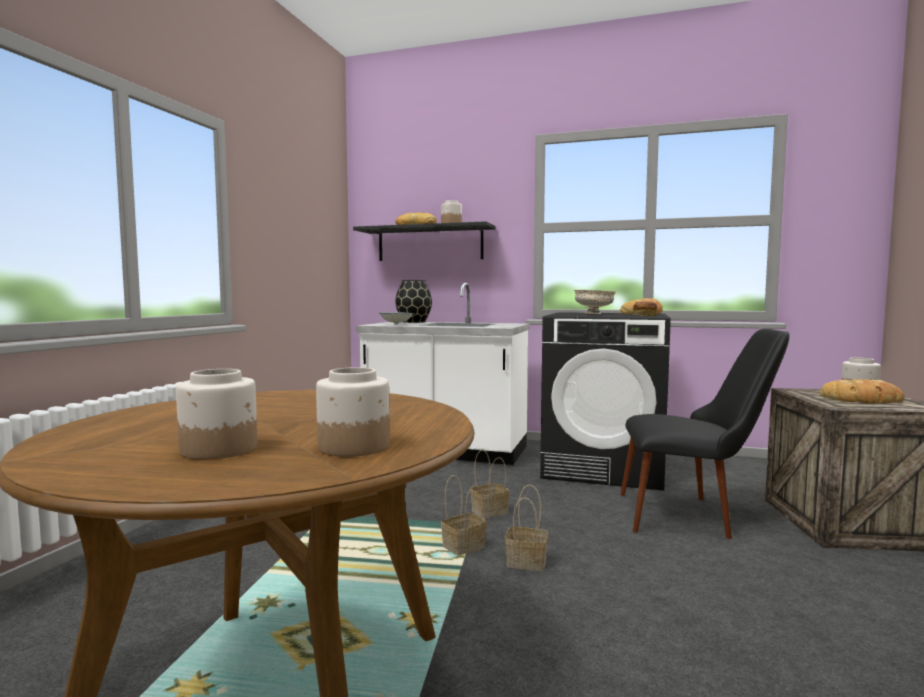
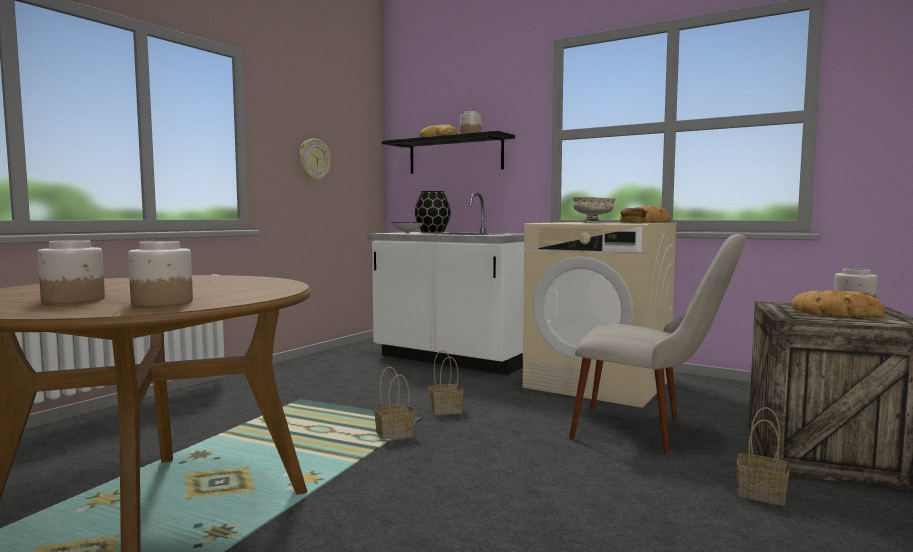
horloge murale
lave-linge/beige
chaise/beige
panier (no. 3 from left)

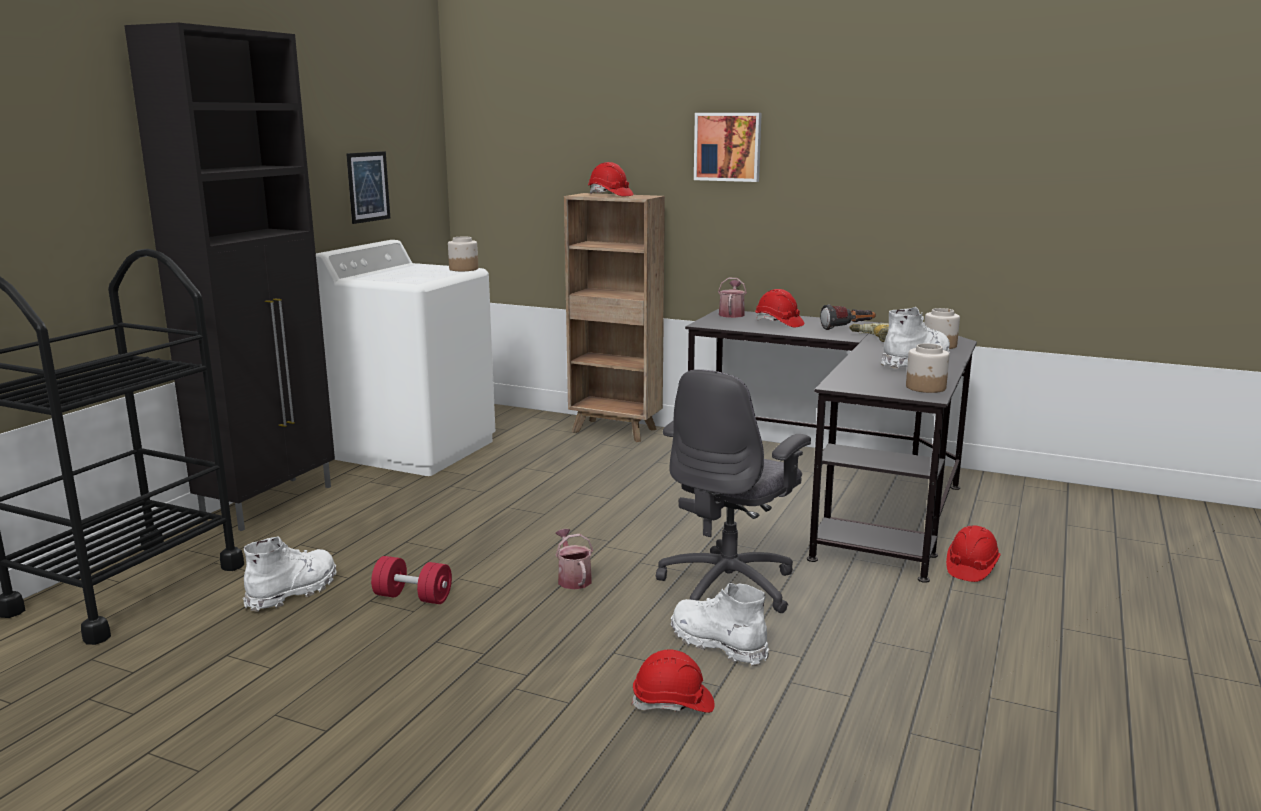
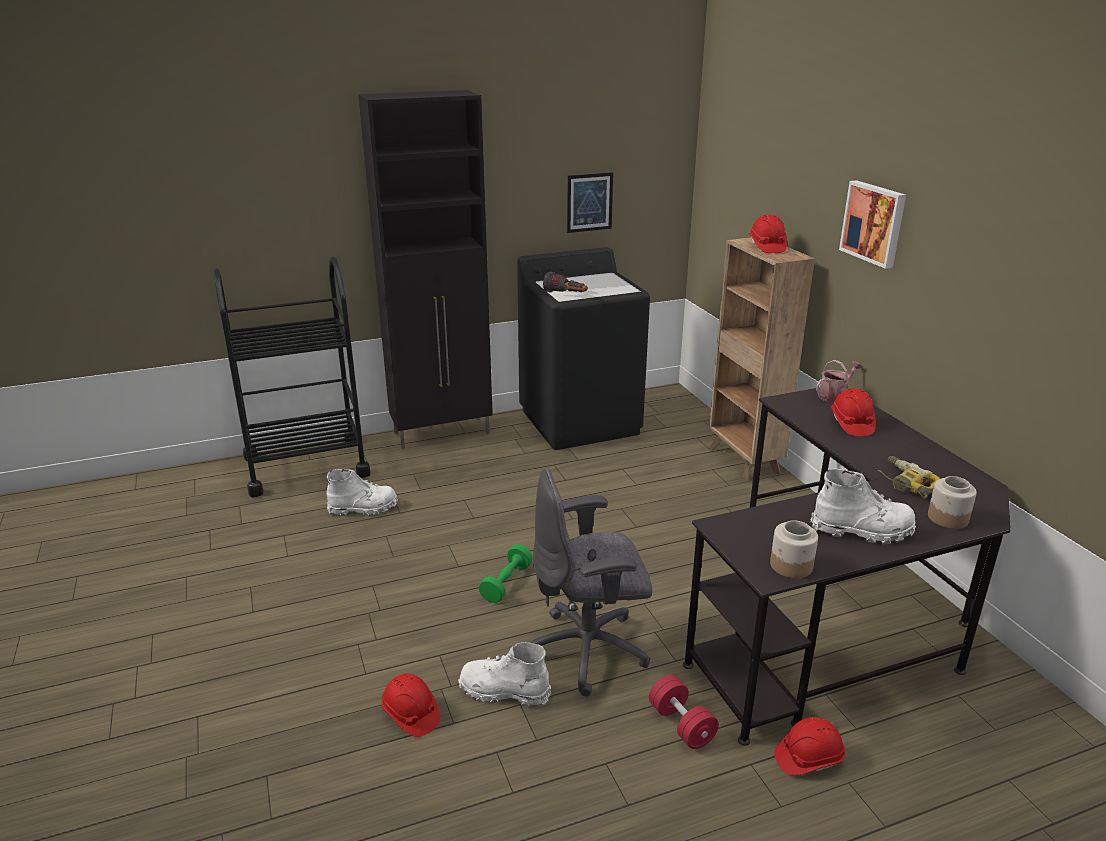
botte/blanc (no. 2 from left)
haltère/vert
lave-linge/noir
lampe de poche
haltère/rouge
bocal (no. 1 from left in the first image)

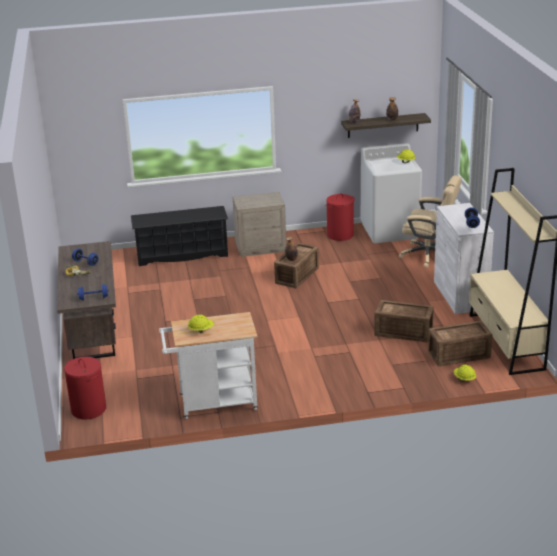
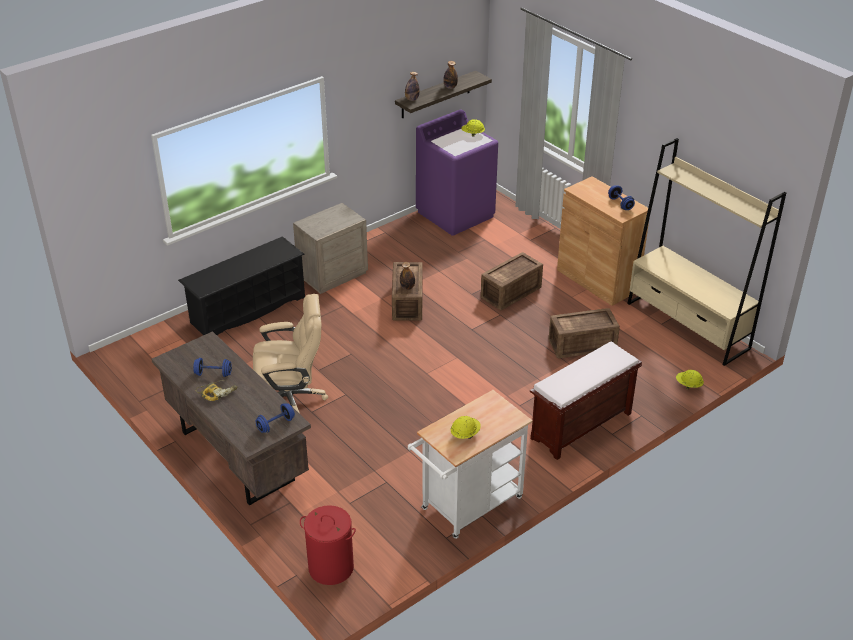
chaise de bureau/beige
lave-linge/violet
caisse (no. 2 from left)
banc/marron
meuble de rangement/marron
panier à linge/rouge (no. 2 from left in the first image)

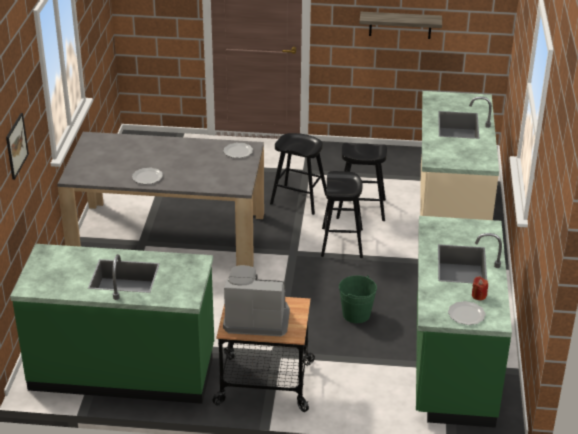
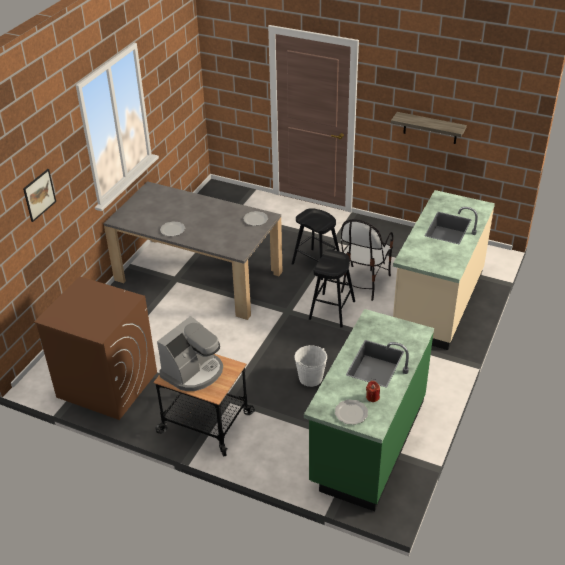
lave-linge/marron
machine à café
seau/blanc
chaise

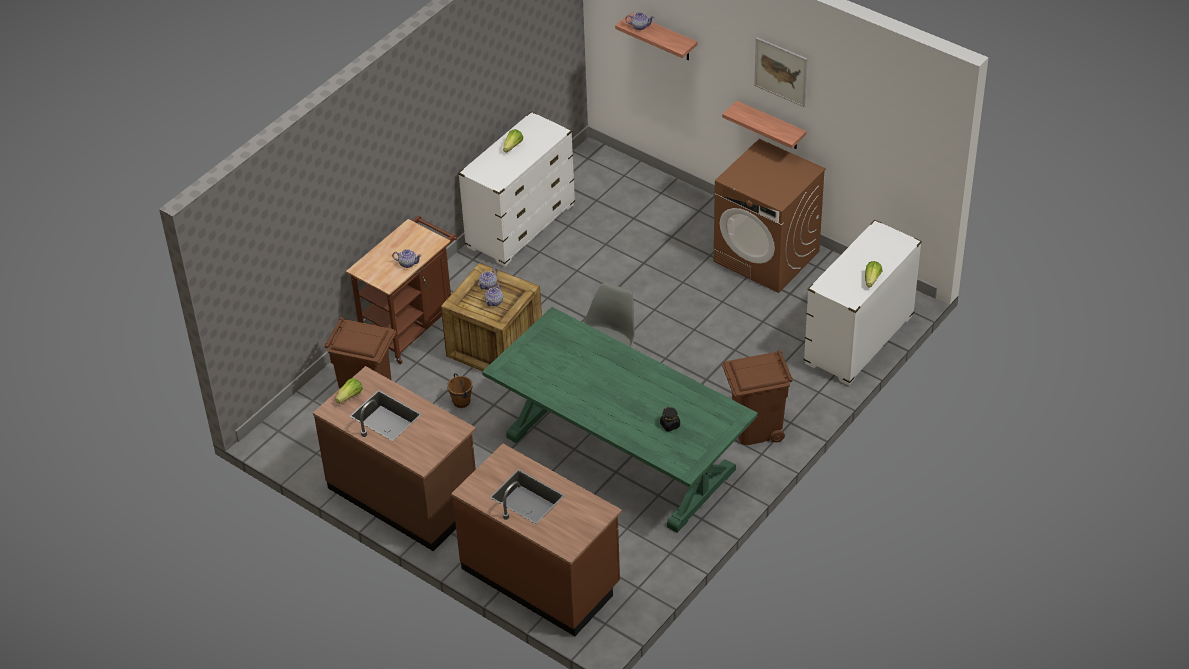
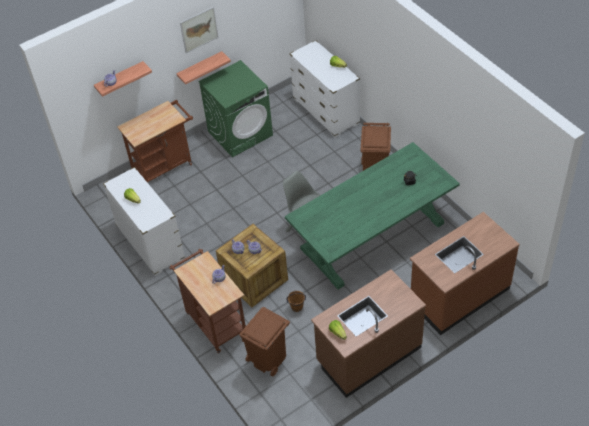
chariot/marron (no. 1 from left)
lave-linge/vert

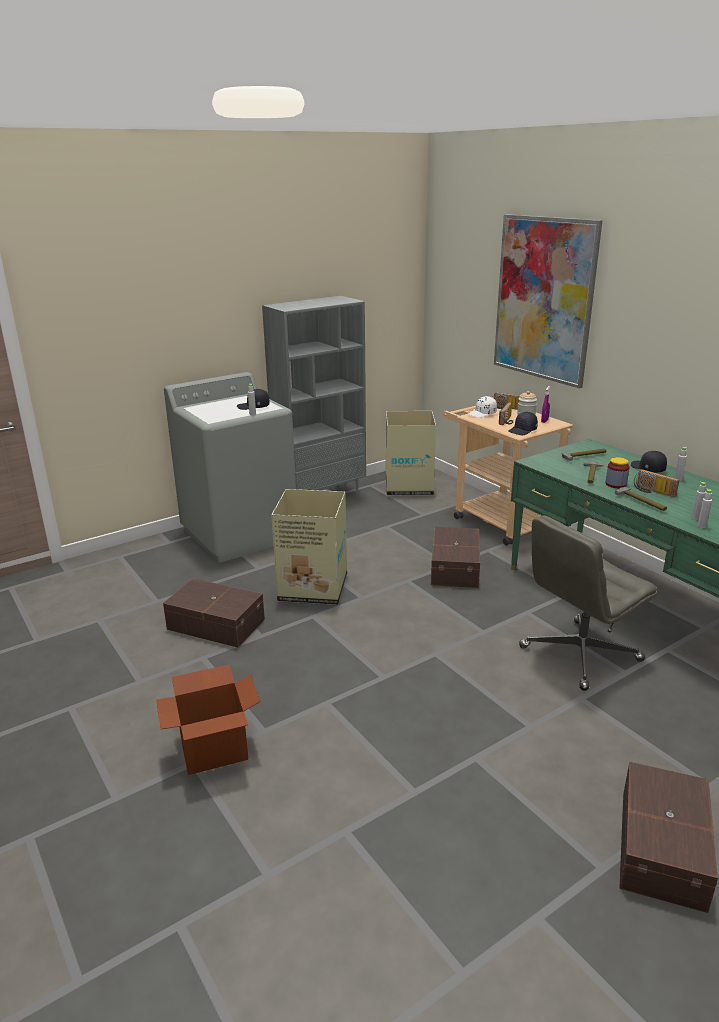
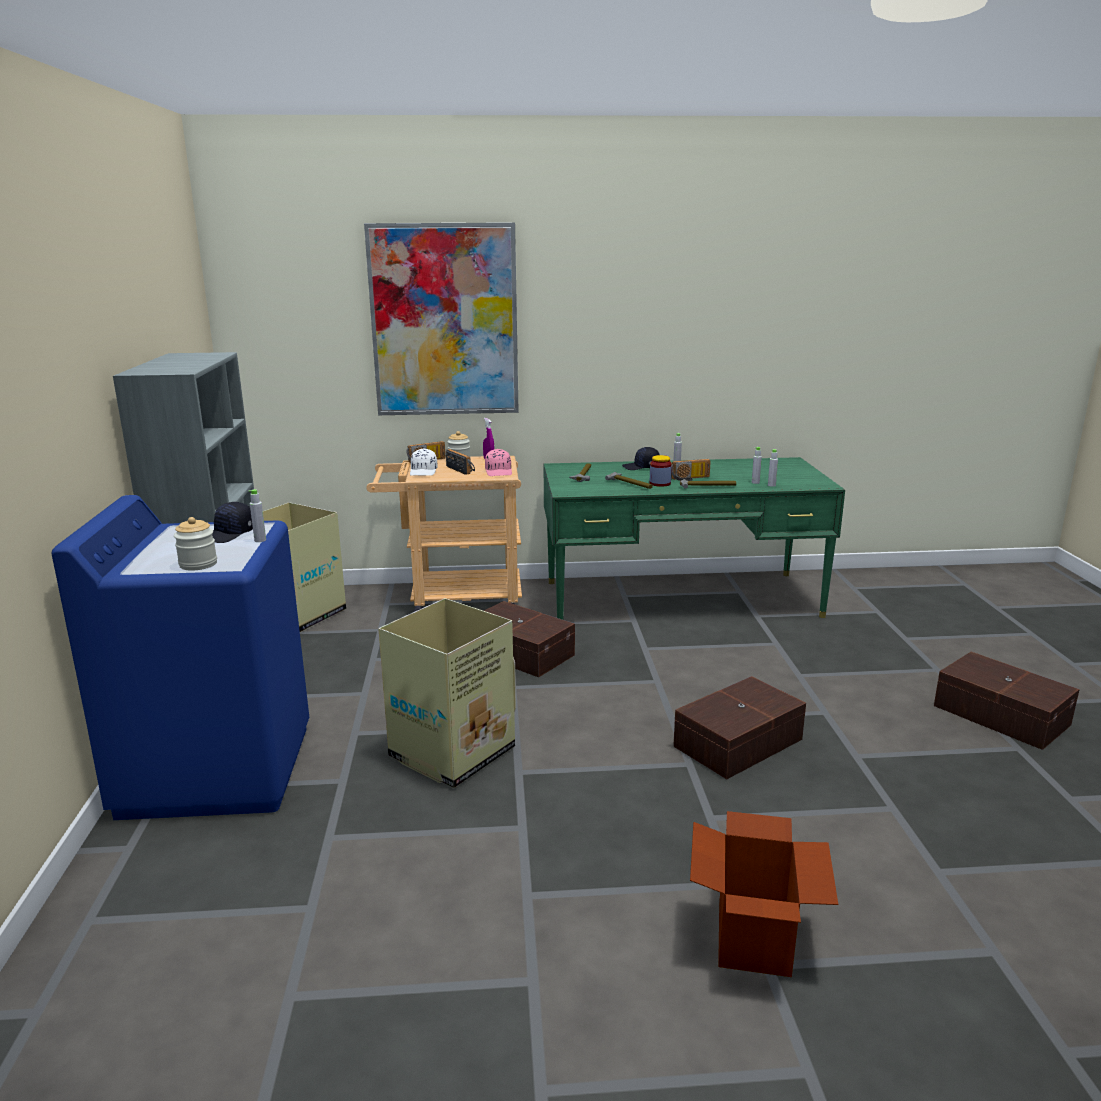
lave-linge/bleu
bocal (no. 1 from left)
casquette/rose
boîte de rangement/marron (no. 2 from left)
chaise de bureau/gris

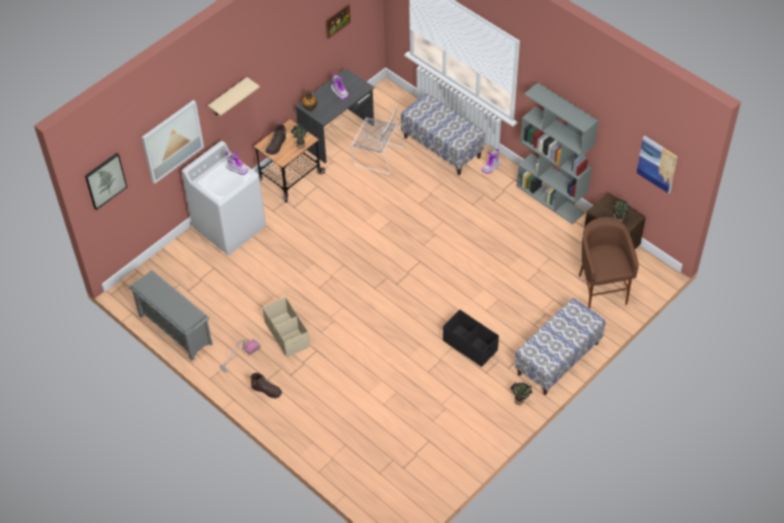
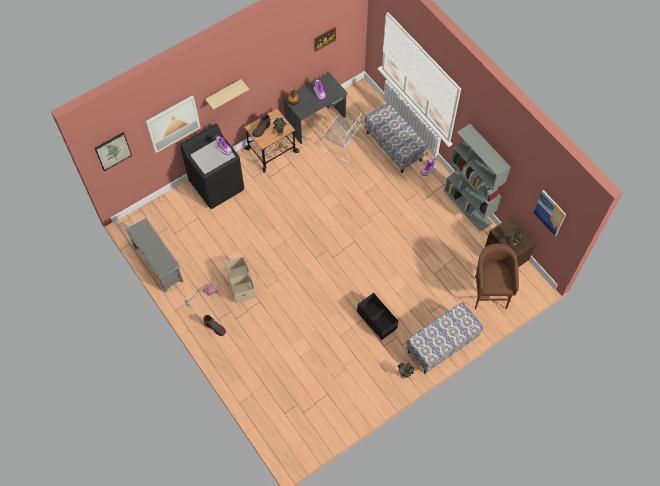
lave-linge/noir

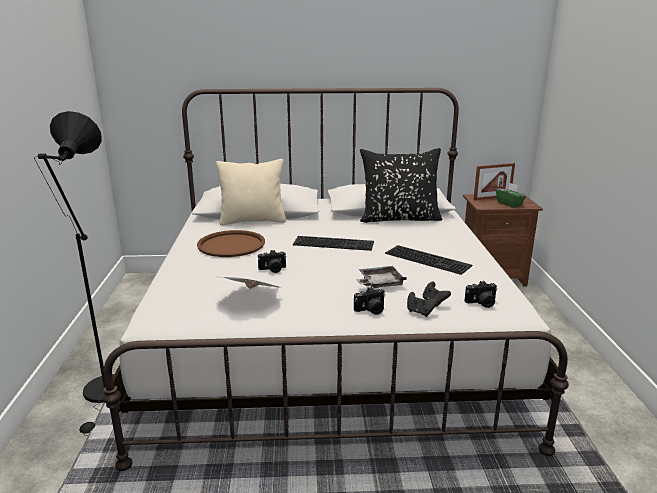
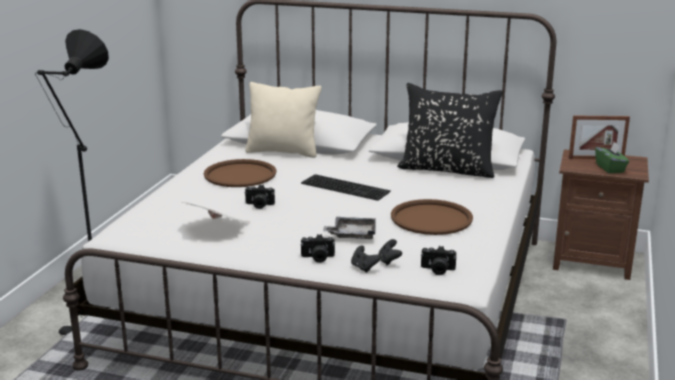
plateau/marron (no. 2 from left)

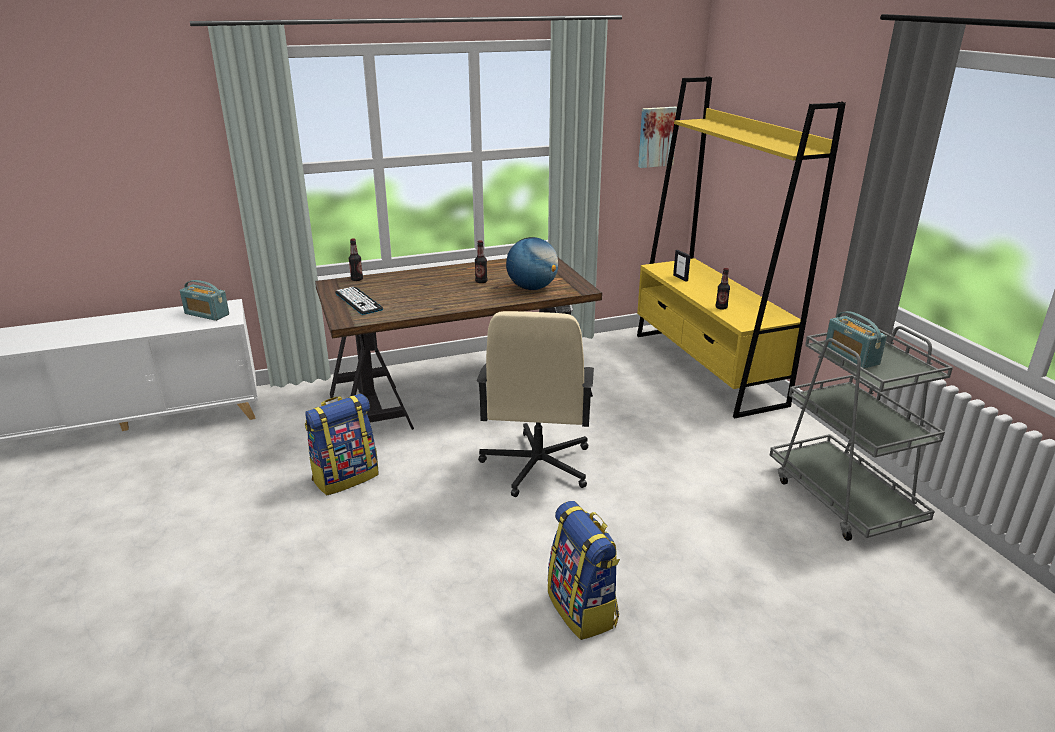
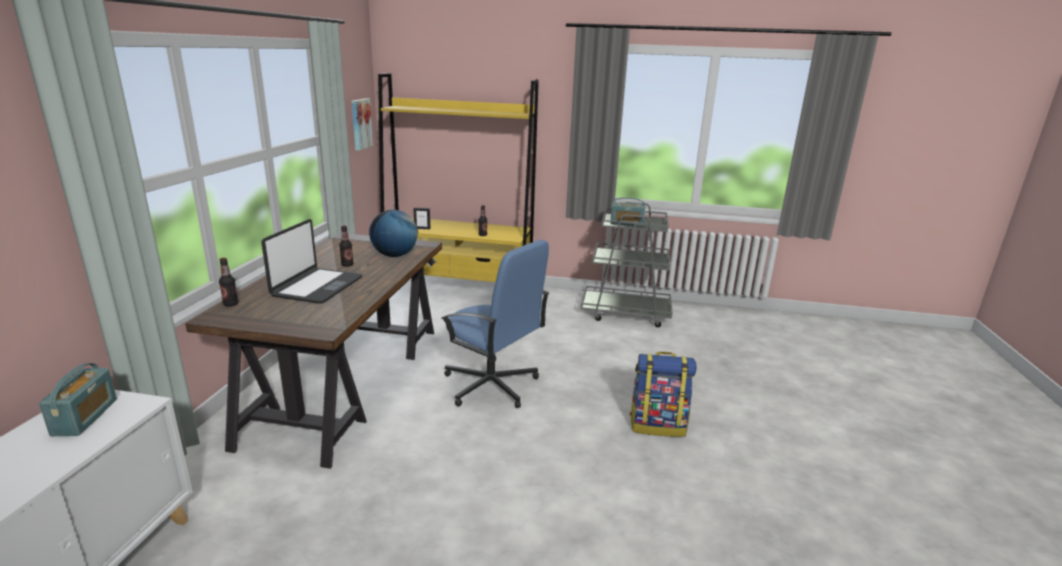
radio (no. 1 from left)
ordinateur portable
chaise de bureau/bleu
sac à dos (no. 1 from left in the first image)
clavier

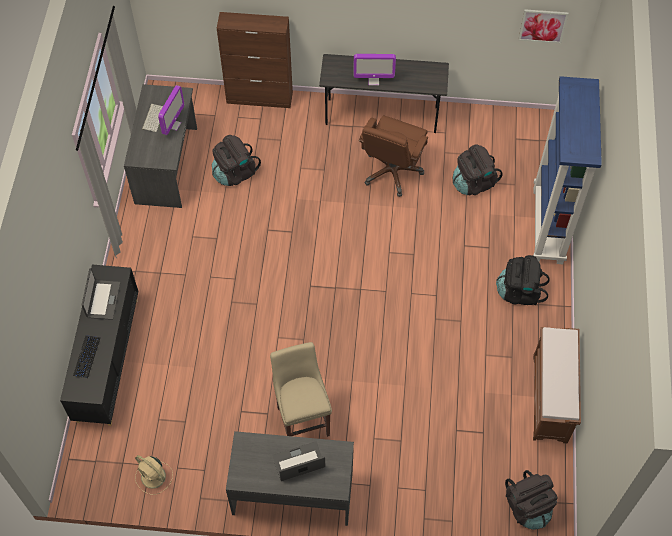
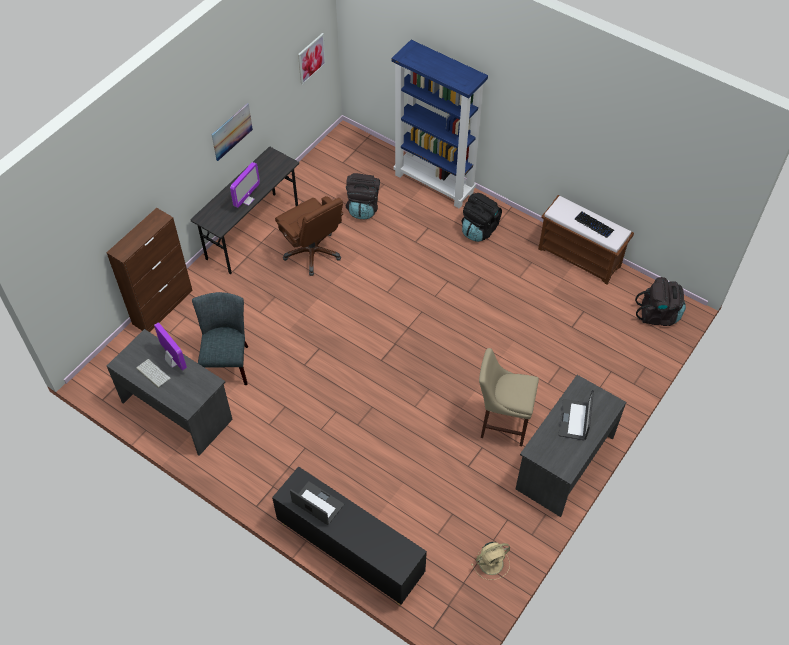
chaise/gris
tableau (no. 1 from left)
clavier (no. 2 from left)

